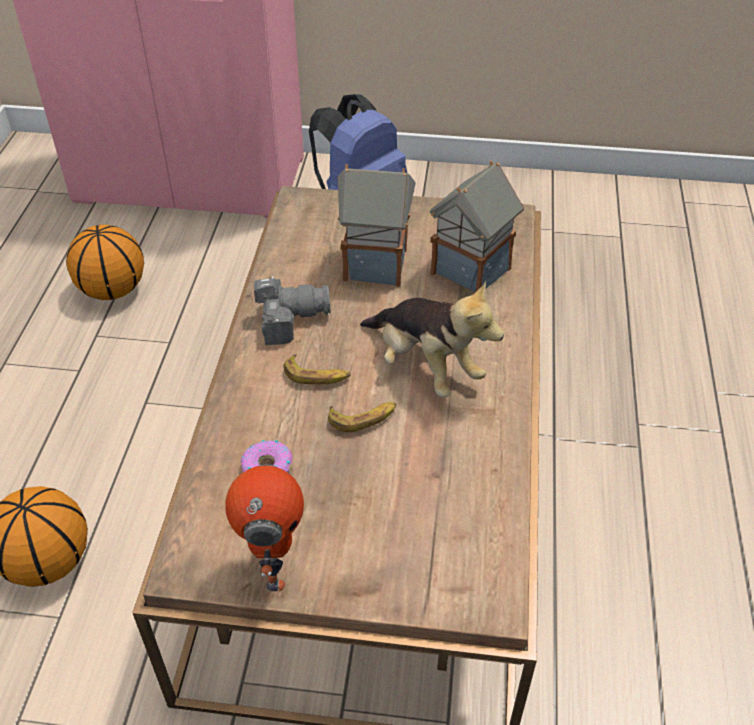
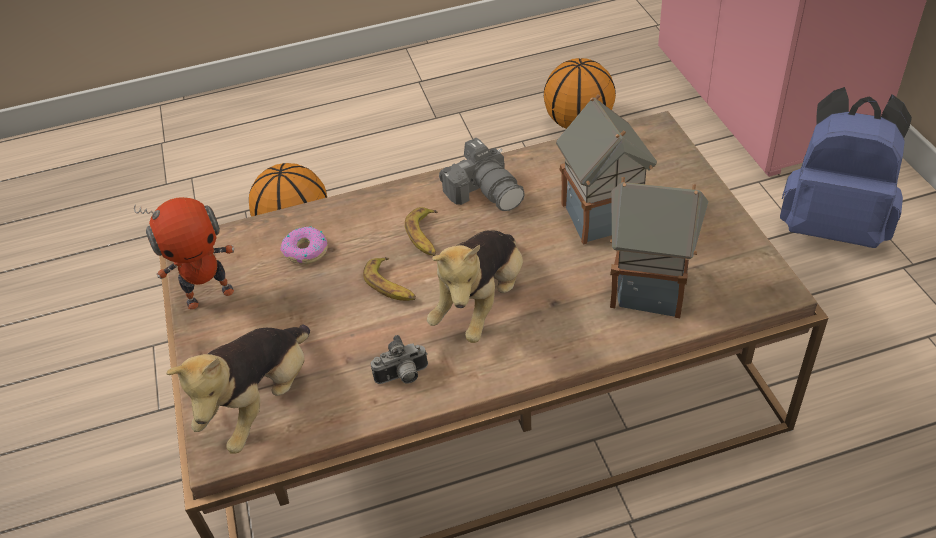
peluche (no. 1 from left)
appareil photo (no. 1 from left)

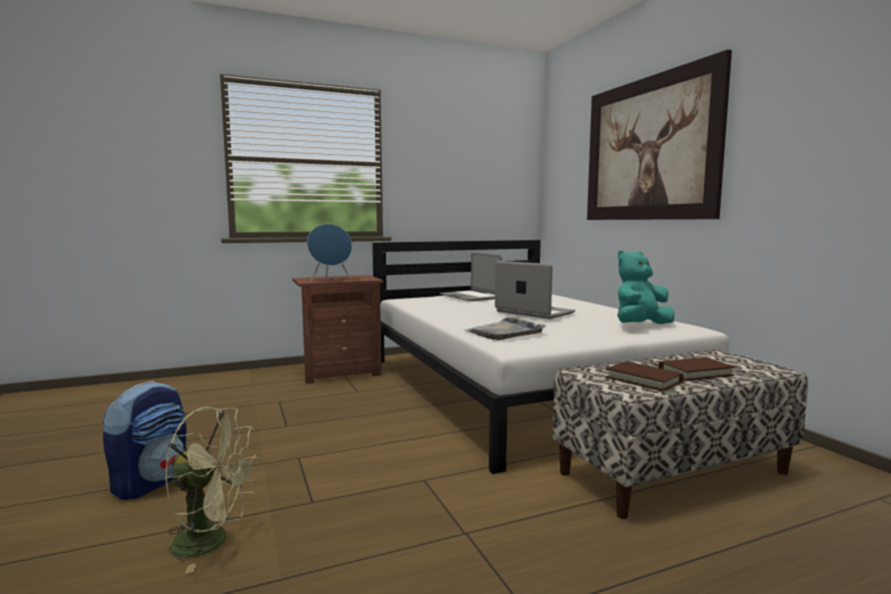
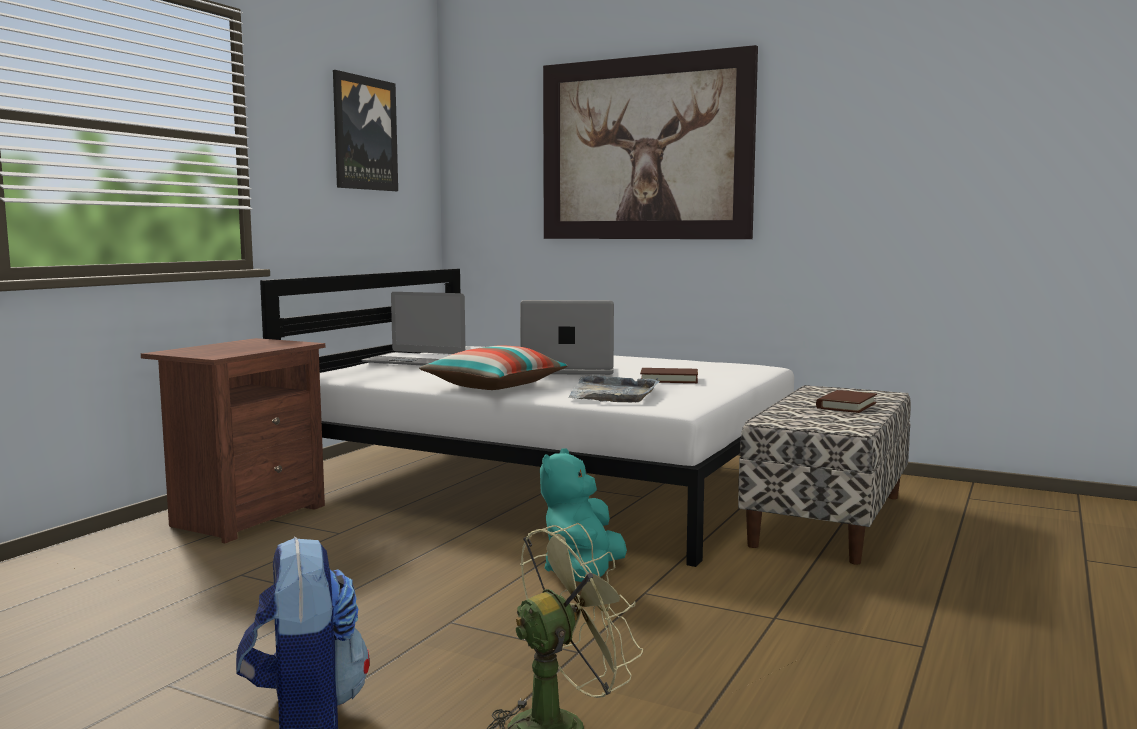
tableau (no. 1 from left)
coussin
peluche/turquoise
livre/marron (no. 1 from left)
enceinte/bleu

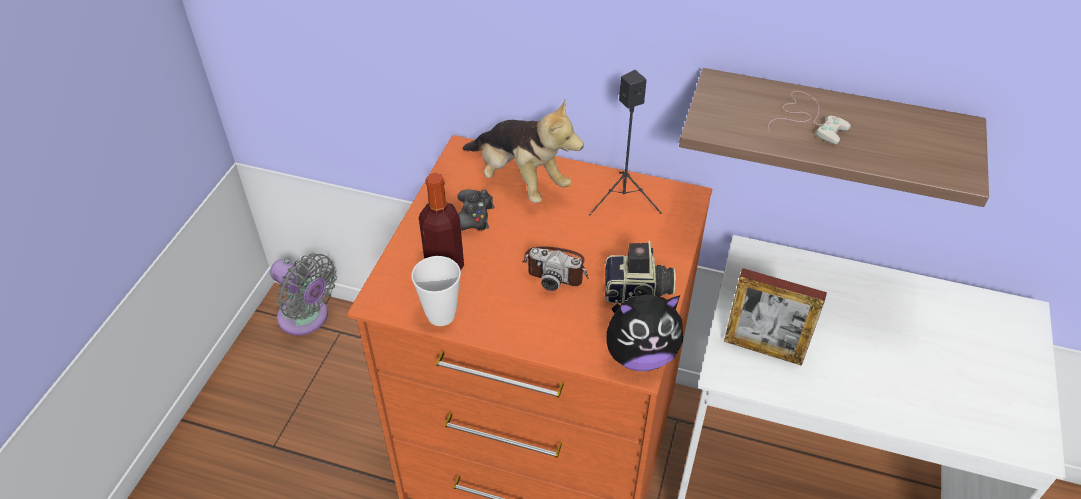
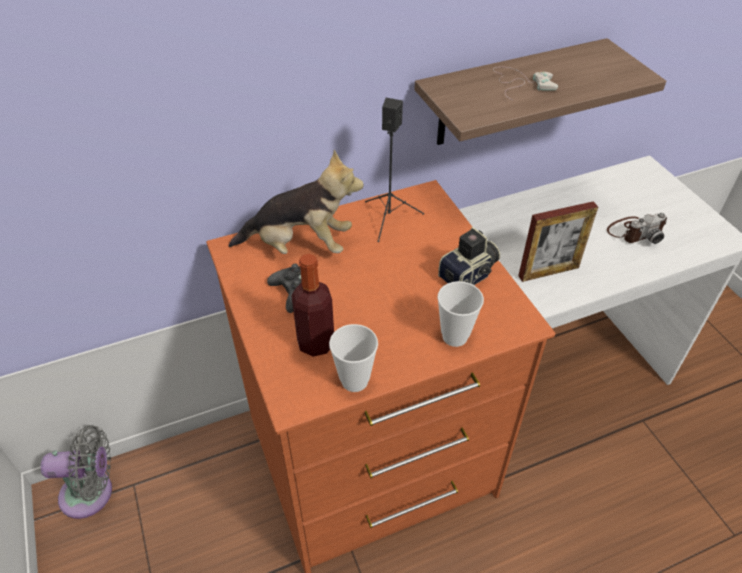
tasse (no. 2 from left)
appareil photo (no. 2 from left)
peluche (no. 2 from left in the first image)

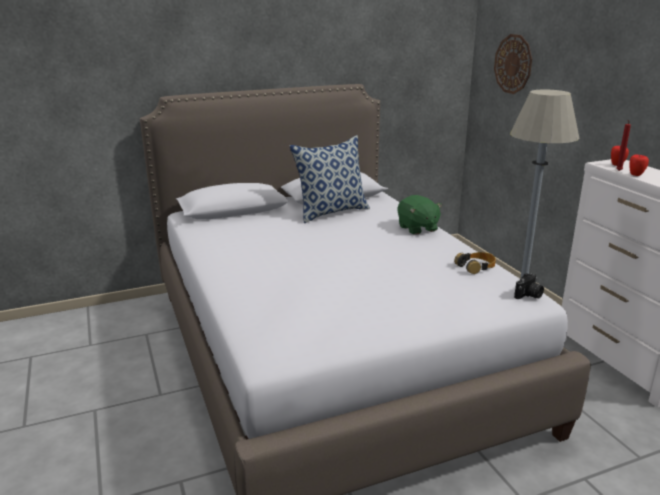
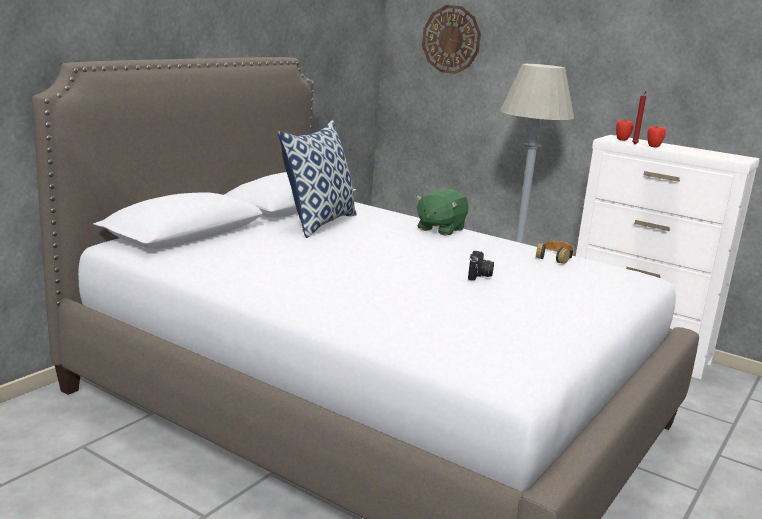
peluche/vert
appareil photo

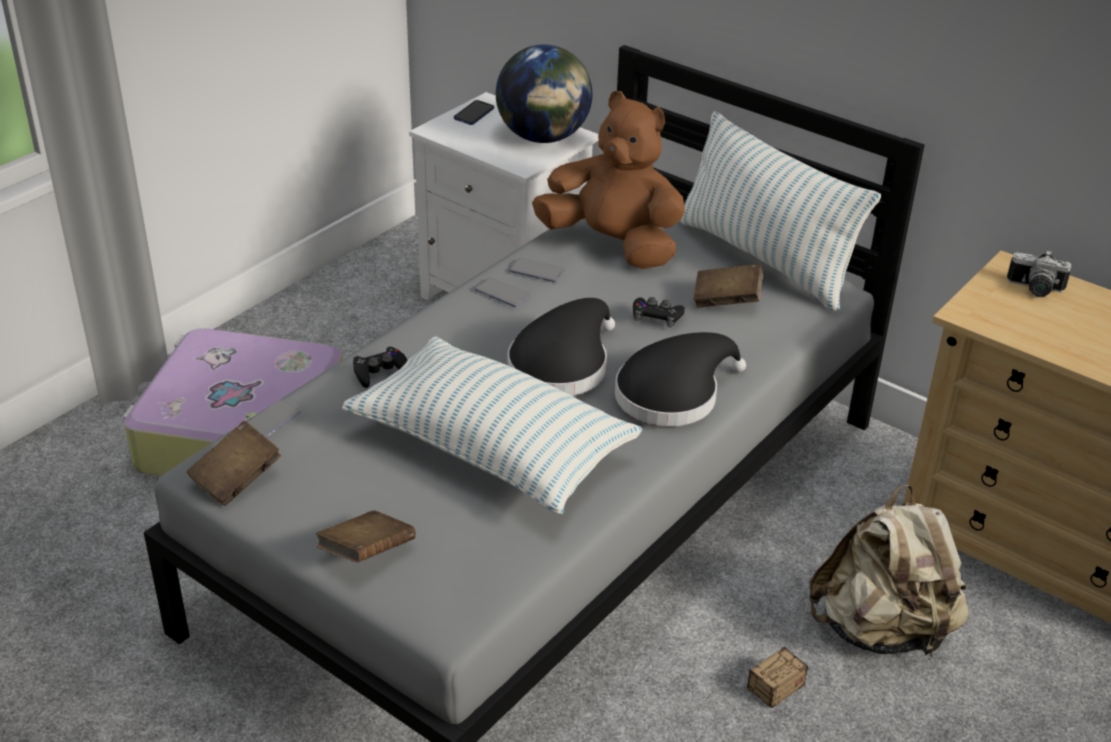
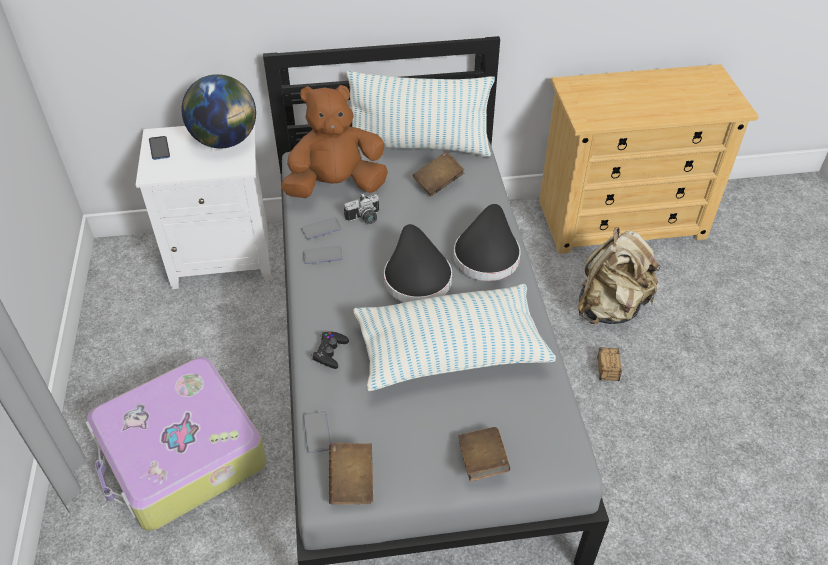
appareil photo
manette/noir (no. 2 from left in the first image)

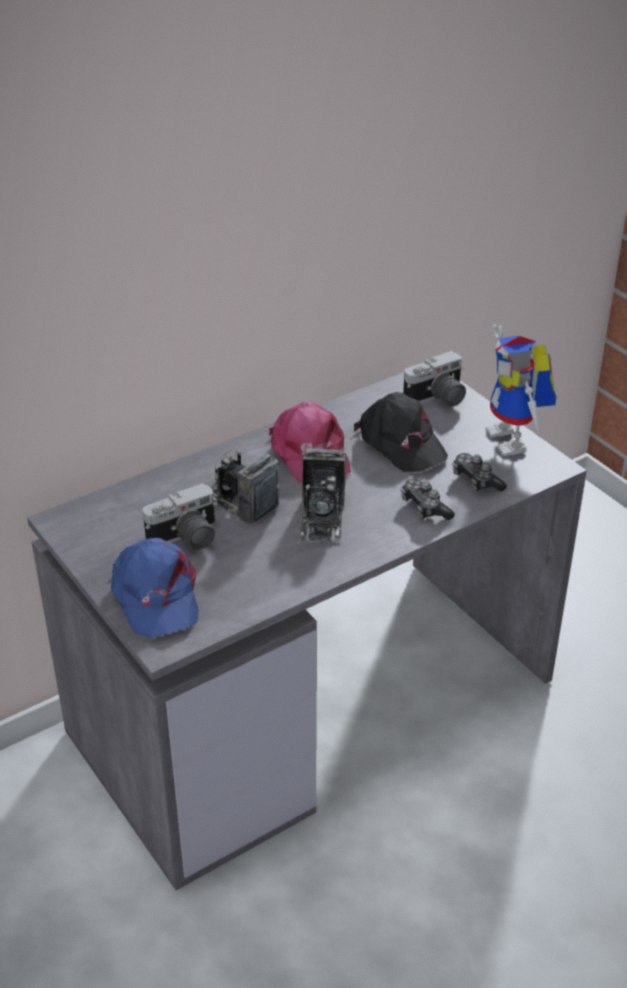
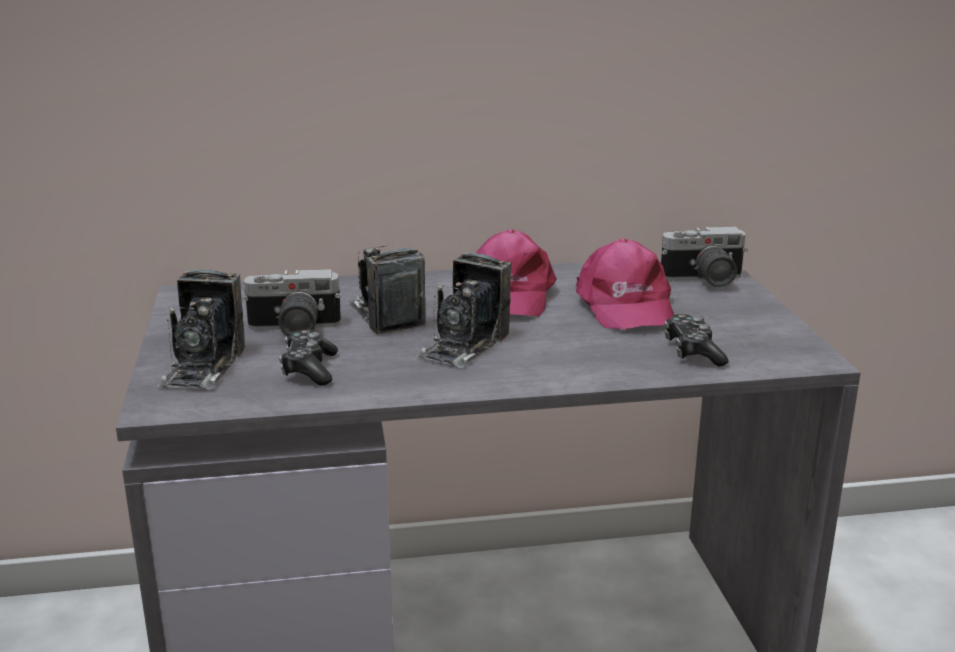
appareil photo (no. 1 from left)
manette (no. 1 from left)
casquette/rose (no. 2 from left)
robot jouet

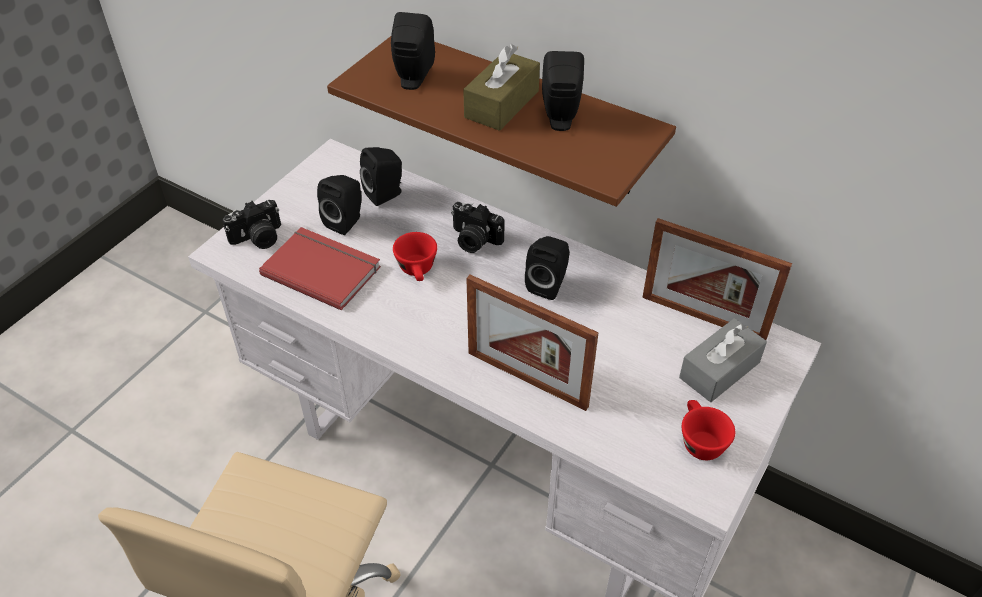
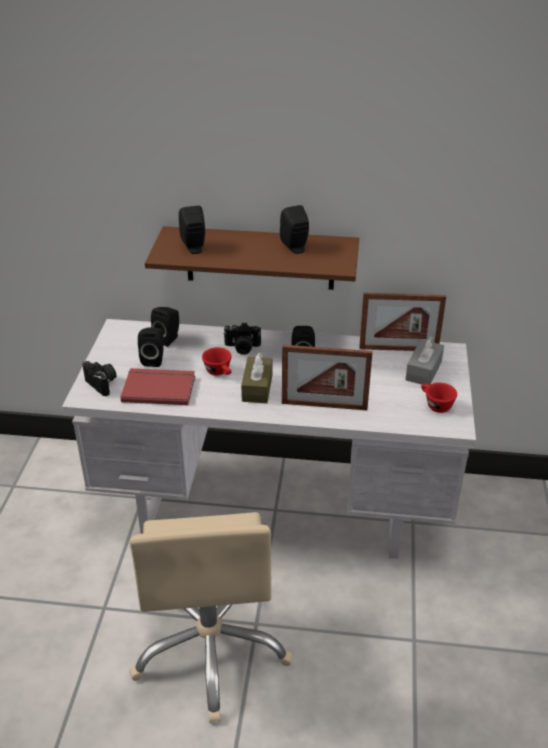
appareil photo (no. 1 from left)
boîte à mouchoirs/marron

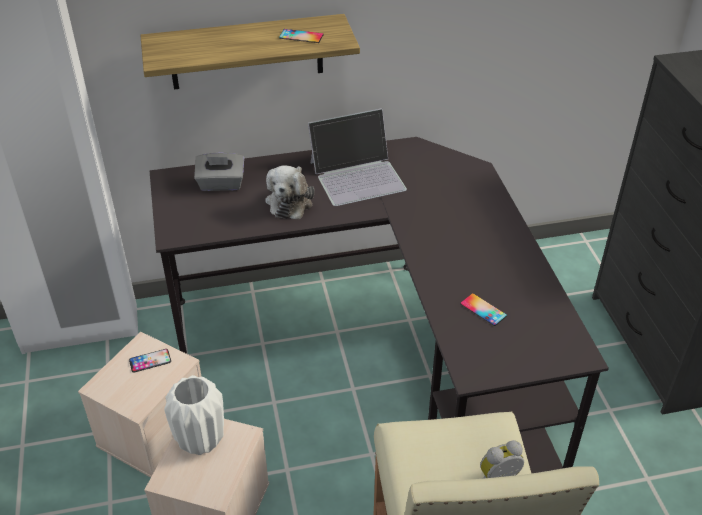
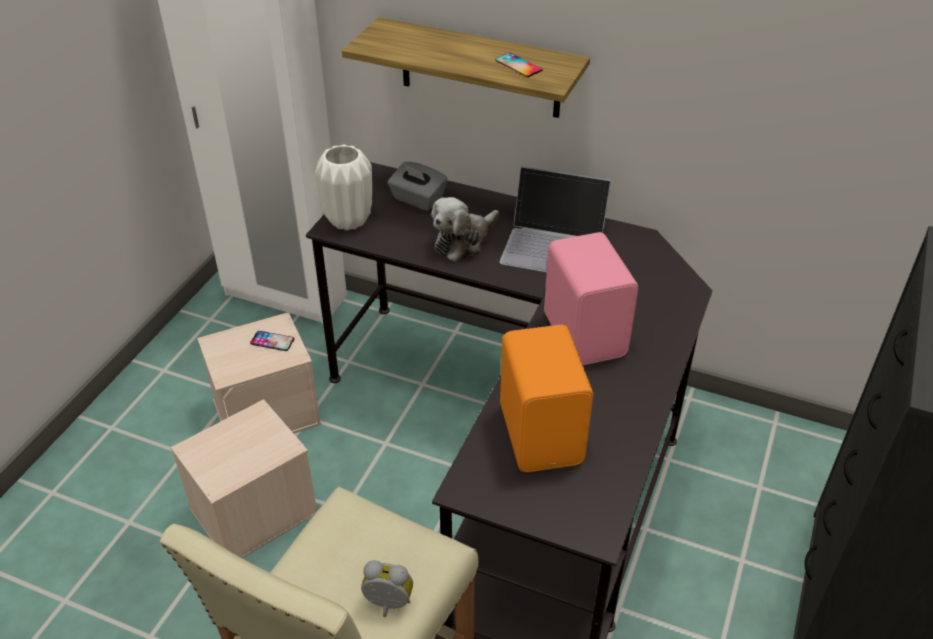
vase/blanc
enceinte/orange
enceinte/rose

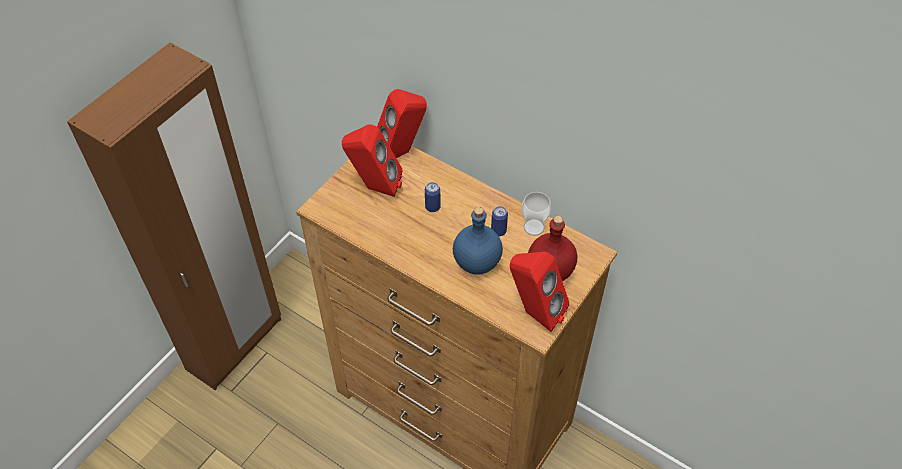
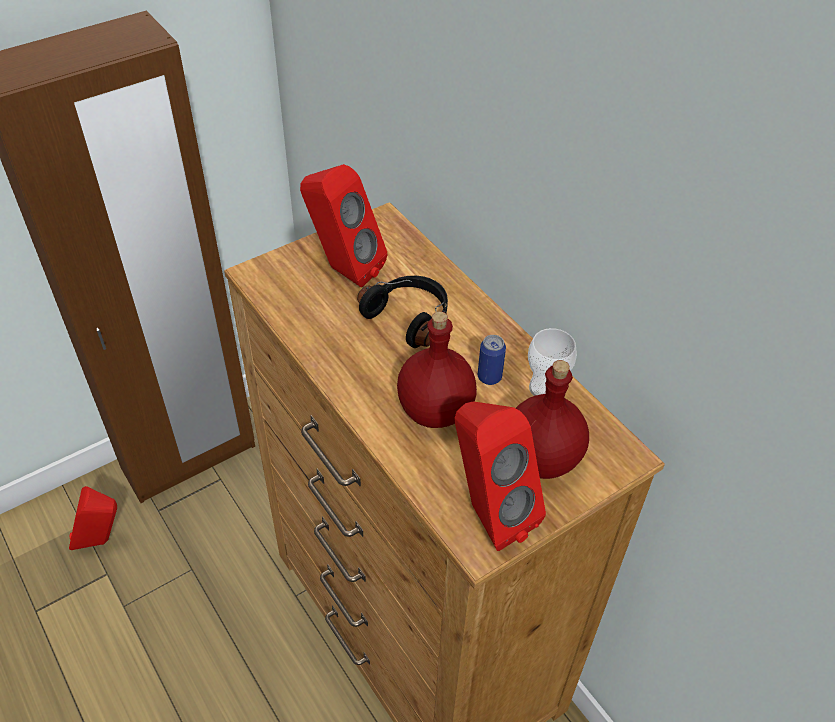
enceinte/rouge (no. 1 from left)
casque audio/noir
bouteille/rouge (no. 1 from left)

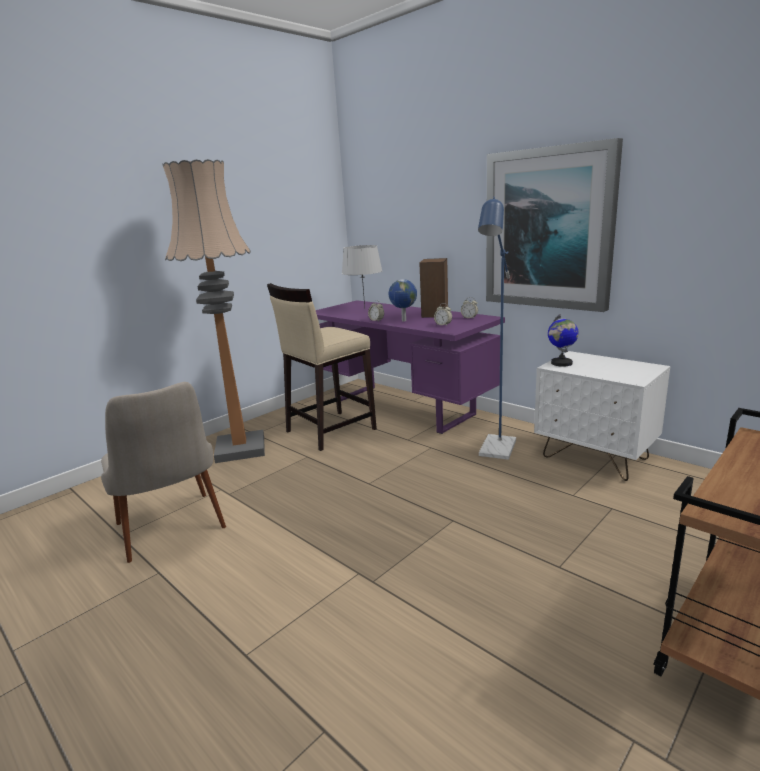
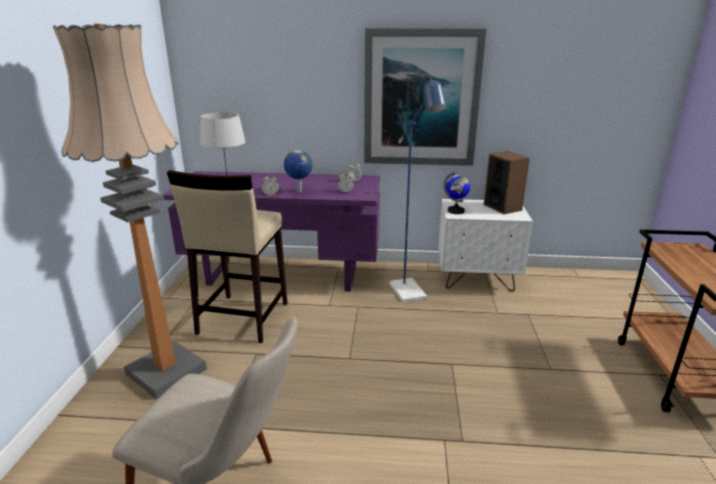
enceinte

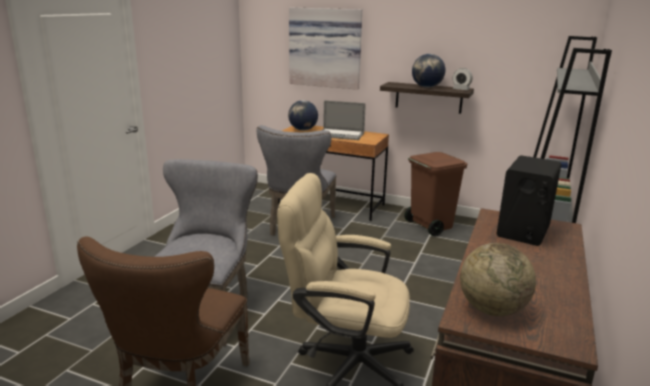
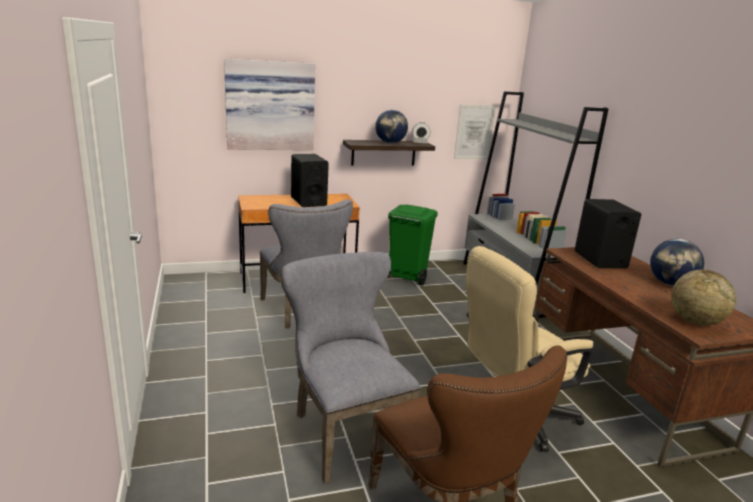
enceinte/noir (no. 1 from left)
poubelle/vert
tableau (no. 2 from left)
globe (no. 2 from left)

